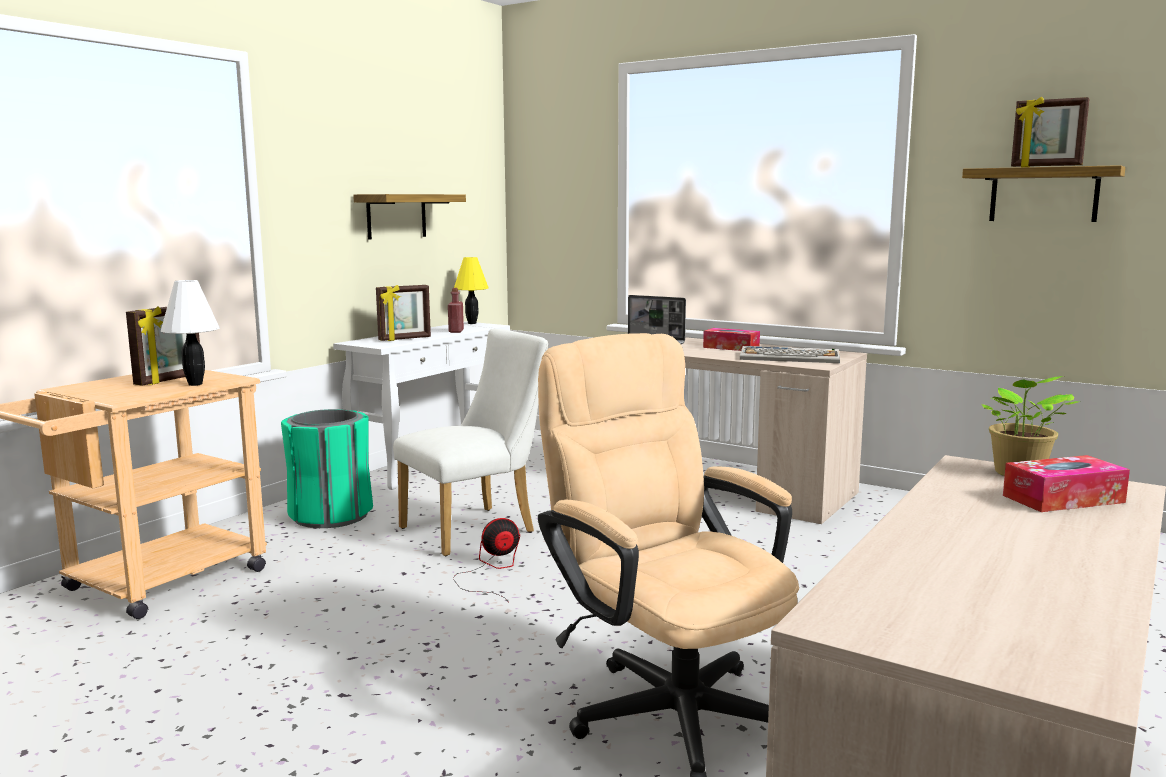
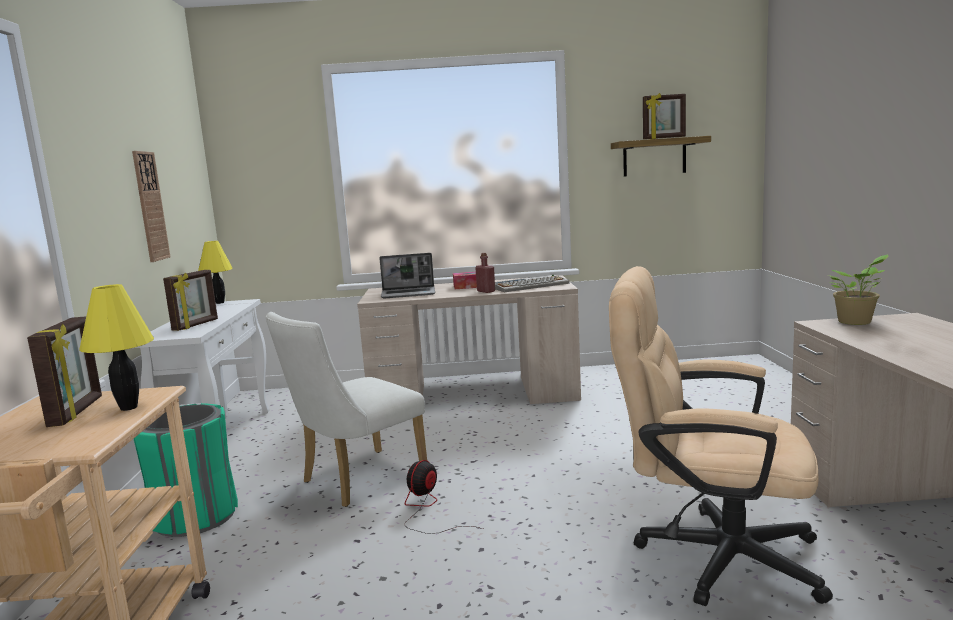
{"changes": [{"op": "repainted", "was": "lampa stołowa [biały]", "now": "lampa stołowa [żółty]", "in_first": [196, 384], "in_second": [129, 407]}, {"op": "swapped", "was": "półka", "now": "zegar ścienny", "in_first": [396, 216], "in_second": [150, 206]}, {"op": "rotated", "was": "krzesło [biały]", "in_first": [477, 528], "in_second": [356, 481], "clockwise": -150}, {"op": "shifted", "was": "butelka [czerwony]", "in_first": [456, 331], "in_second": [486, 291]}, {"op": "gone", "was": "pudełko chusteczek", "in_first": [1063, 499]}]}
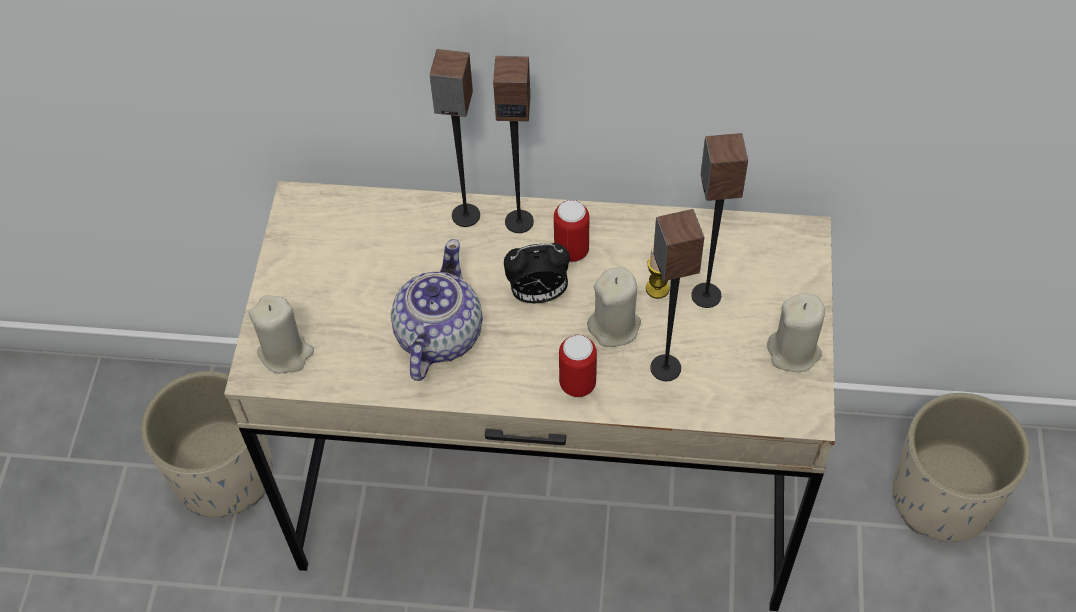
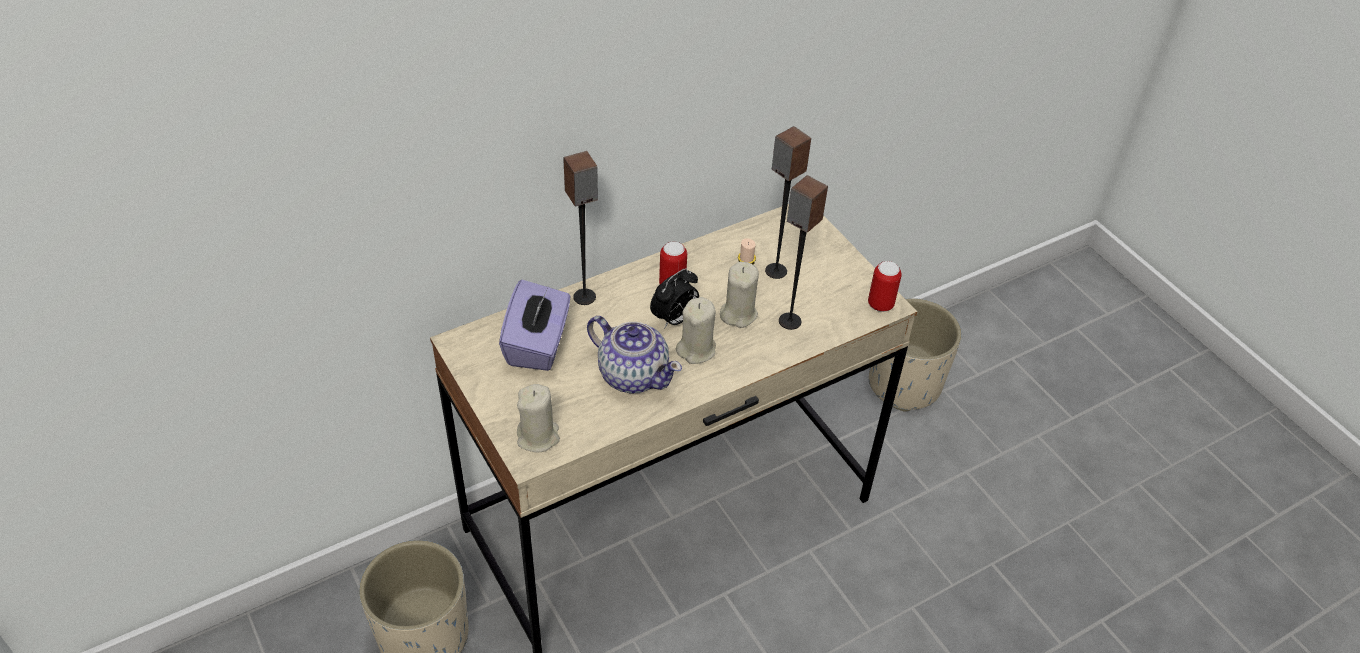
{"changes": [{"op": "rotated", "was": "imbryk", "in_first": [438, 336], "in_second": [633, 374], "clockwise": 150}, {"op": "gone", "was": "głośnik", "in_first": [519, 221]}, {"op": "shifted", "was": "puszka", "in_first": [577, 384], "in_second": [880, 304]}, {"op": "shifted", "was": "świeca [beżowy]", "in_first": [794, 351], "in_second": [696, 349]}, {"op": "new", "now": "pudełko chusteczek [fioletowy]", "in_second": [538, 344]}]}
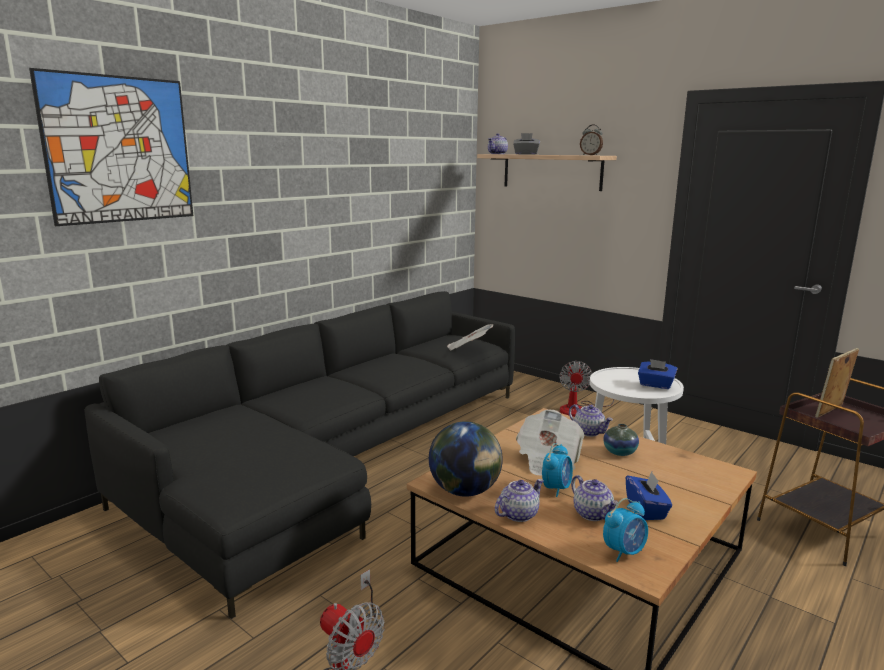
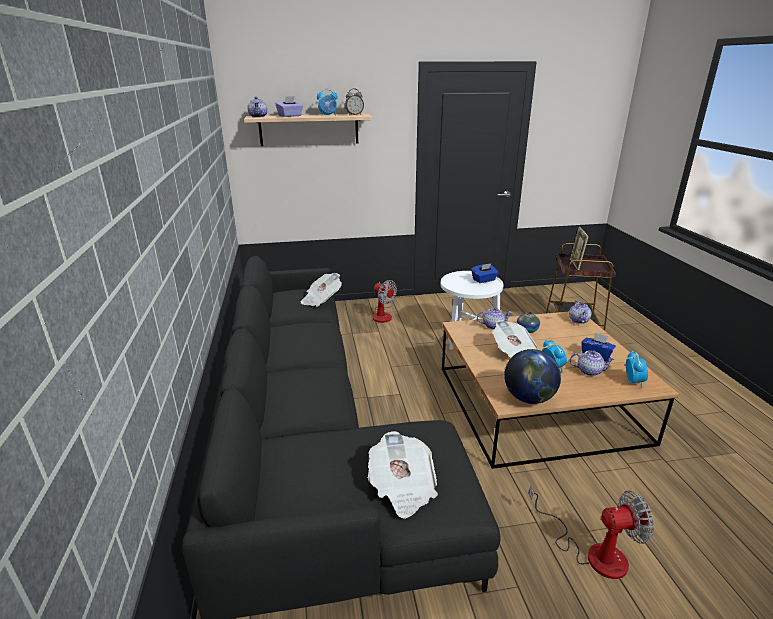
{"changes": [{"op": "gone", "was": "obraz", "in_first": [119, 150]}, {"op": "shifted", "was": "imbryk", "in_first": [518, 514], "in_second": [578, 320]}, {"op": "repainted", "was": "pudełko chusteczek [szary]", "now": "pudełko chusteczek [fioletowy]", "in_first": [526, 154], "in_second": [290, 116]}, {"op": "new", "now": "budzik", "in_second": [328, 115]}, {"op": "new", "now": "gazeta", "in_second": [402, 488]}]}
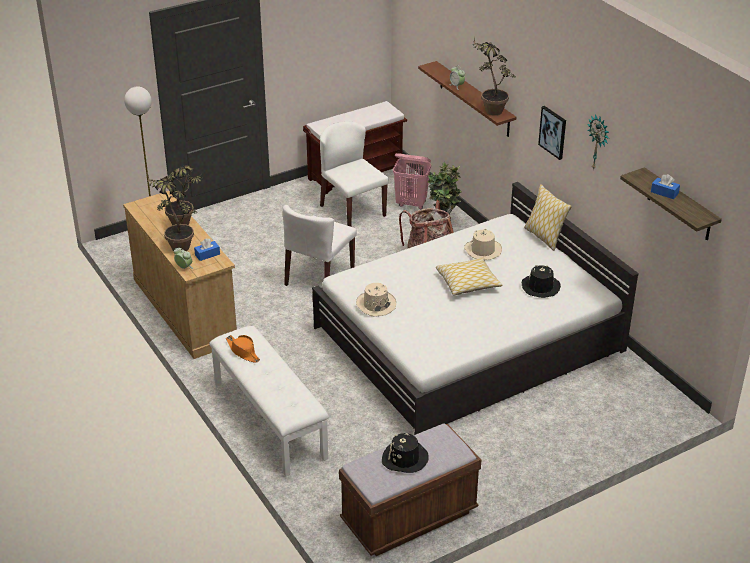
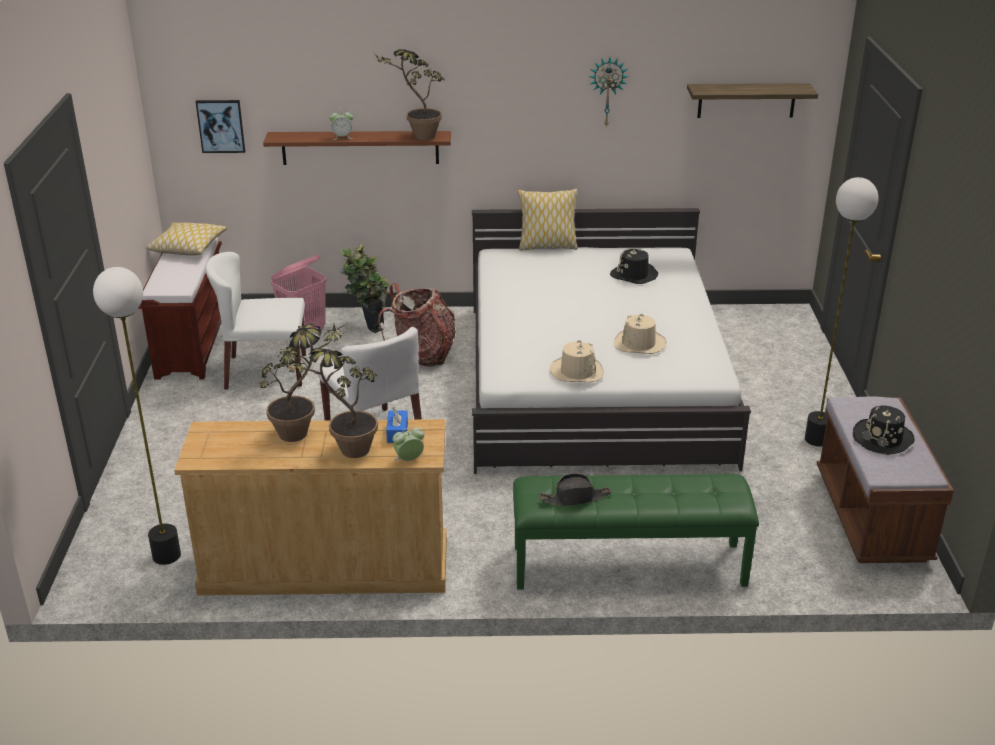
{"changes": [{"op": "repainted", "was": "ławka [biały]", "now": "ławka [zielony]", "in_first": [268, 420], "in_second": [628, 566]}, {"op": "repainted", "was": "kapelusz [pomarańczowy]", "now": "kapelusz [czarny]", "in_first": [243, 352], "in_second": [575, 498]}, {"op": "shifted", "was": "poduszka", "in_first": [468, 283], "in_second": [188, 247]}, {"op": "shifted", "was": "kapelusz [beżowy]", "in_first": [482, 250], "in_second": [639, 344]}, {"op": "shifted", "was": "obraz", "in_first": [553, 132], "in_second": [221, 126]}, {"op": "gone", "was": "pudełko chusteczek [niebieski]", "in_first": [664, 192]}, {"op": "new", "now": "lampa stojąca", "in_second": [817, 439]}]}
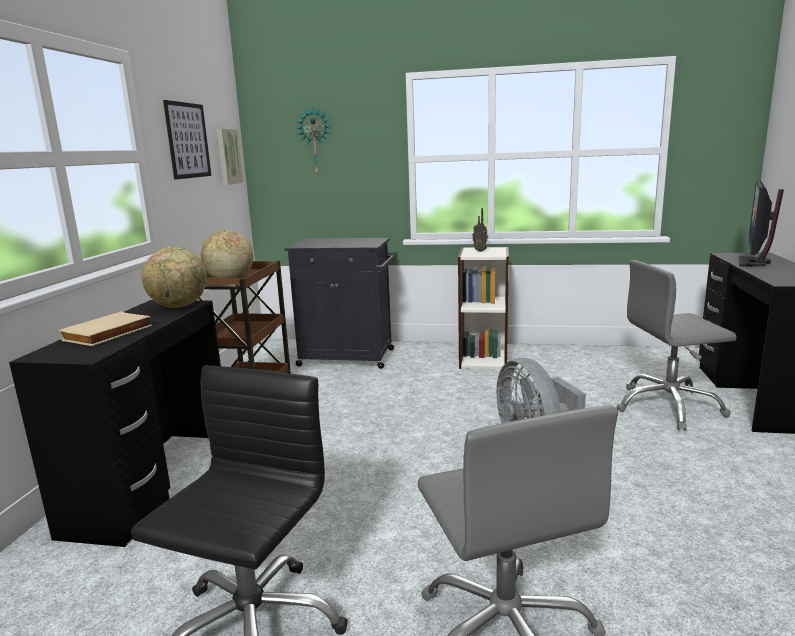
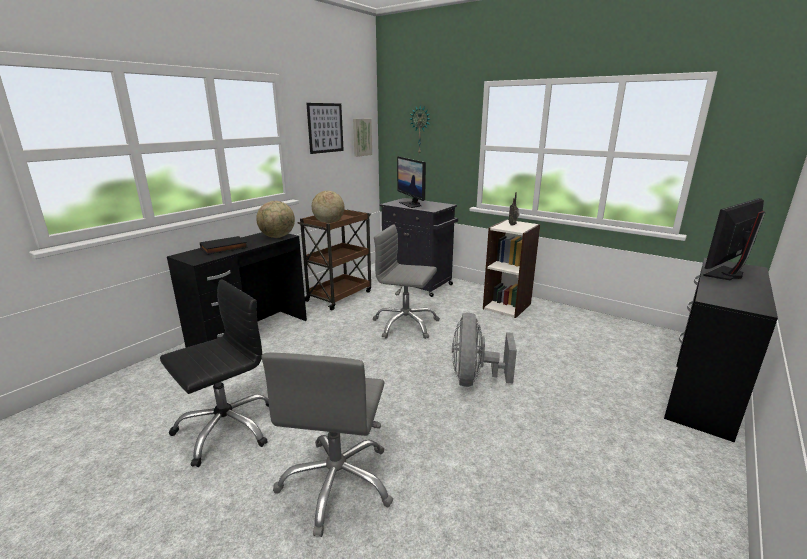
{"changes": [{"op": "repainted", "was": "książka [beżowy]", "now": "książka [czarny]", "in_first": [108, 333], "in_second": [224, 248]}, {"op": "shifted", "was": "krzesło biurowe [szary]", "in_first": [668, 407], "in_second": [405, 325]}, {"op": "new", "now": "monitor", "in_second": [412, 204]}]}
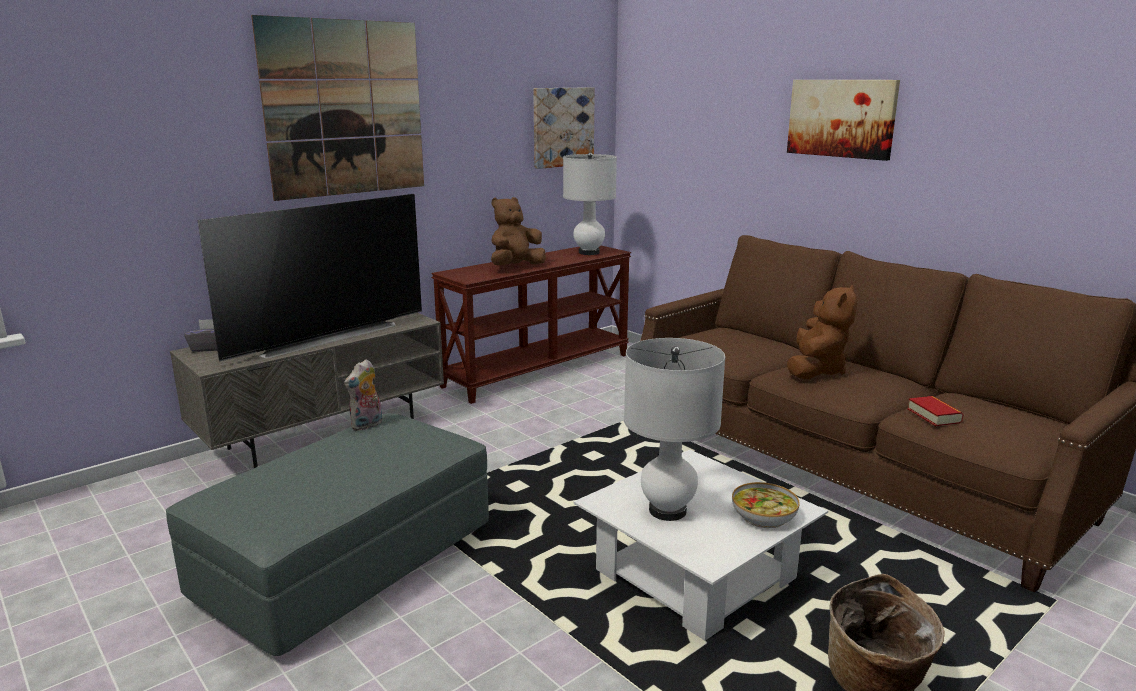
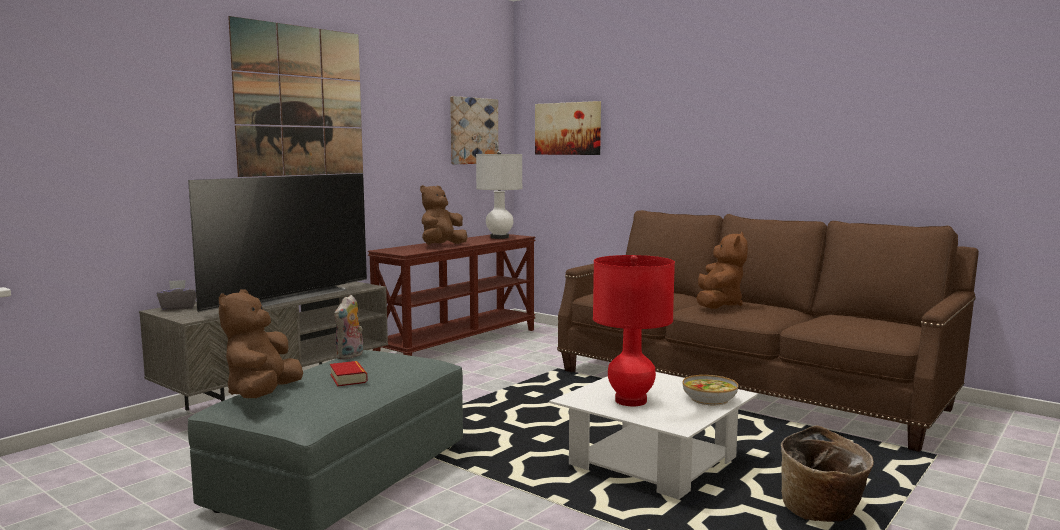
{"changes": [{"op": "repainted", "was": "lampa stołowa [biały]", "now": "lampa stołowa [czerwony]", "in_first": [667, 511], "in_second": [630, 401]}, {"op": "shifted", "was": "obraz", "in_first": [841, 118], "in_second": [568, 128]}, {"op": "shifted", "was": "książka", "in_first": [934, 416], "in_second": [348, 378]}, {"op": "new", "now": "pluszak [brązowy]", "in_second": [262, 394]}]}
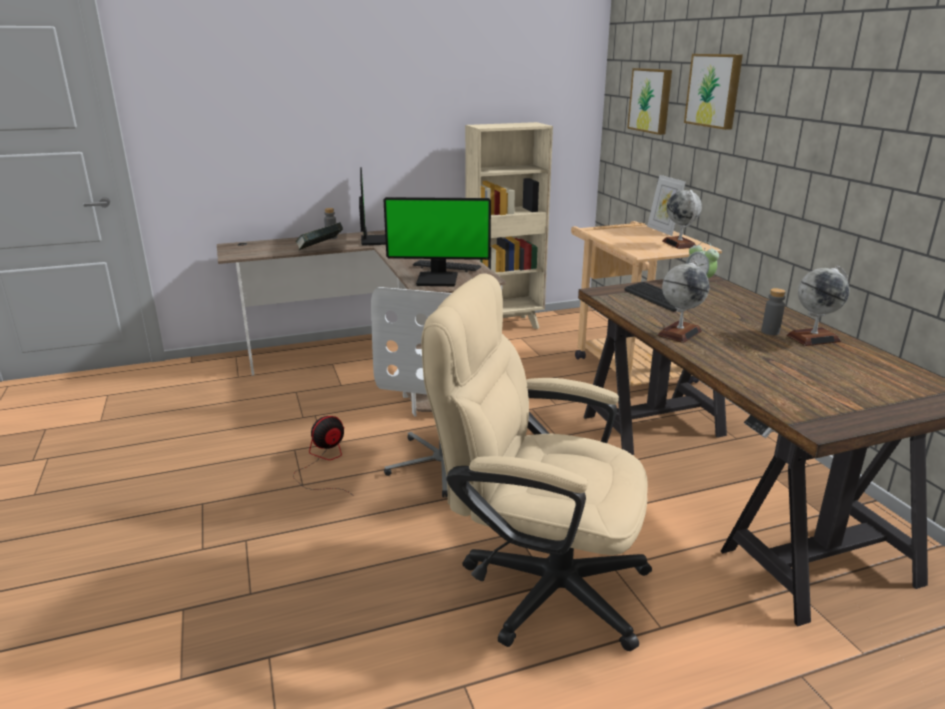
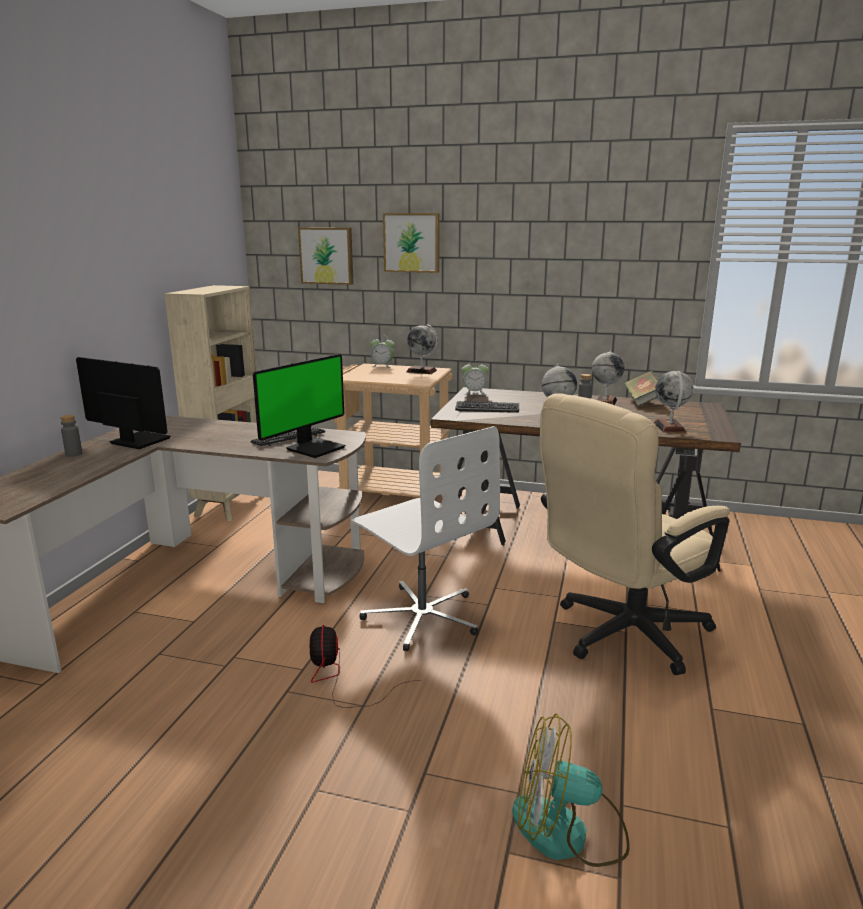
{"changes": [{"op": "shifted", "was": "książka", "in_first": [320, 249], "in_second": [643, 402]}, {"op": "swapped", "was": "ramka na zdjęcie", "now": "budzik", "in_first": [662, 230], "in_second": [382, 366]}, {"op": "new", "now": "wentylator", "in_second": [568, 831]}, {"op": "new", "now": "globus", "in_second": [669, 427]}]}
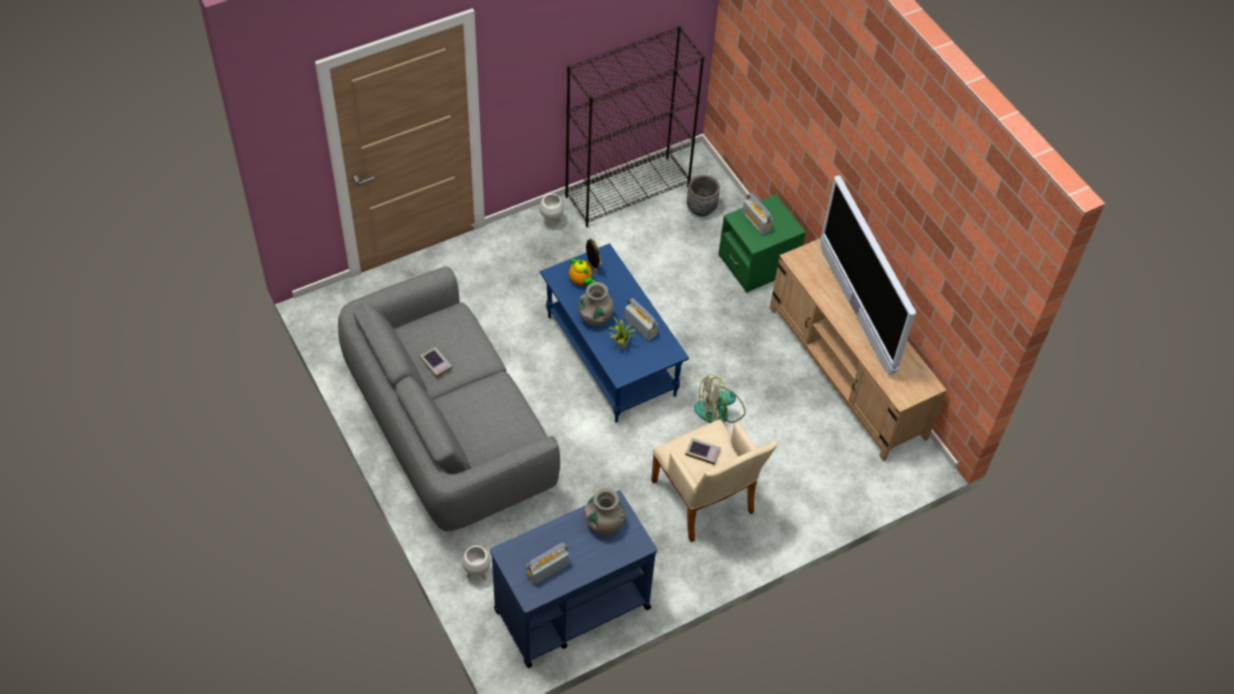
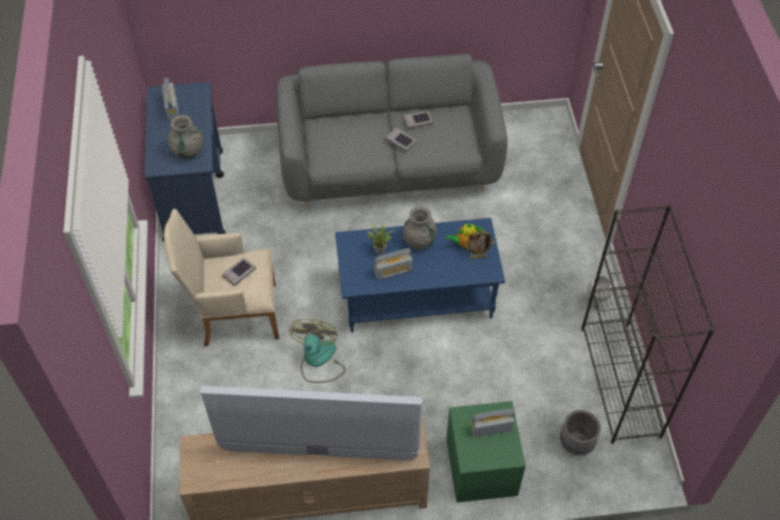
{"changes": [{"op": "gone", "was": "donica [biały]", "in_first": [477, 573]}, {"op": "new", "now": "książka", "in_second": [401, 141]}]}
